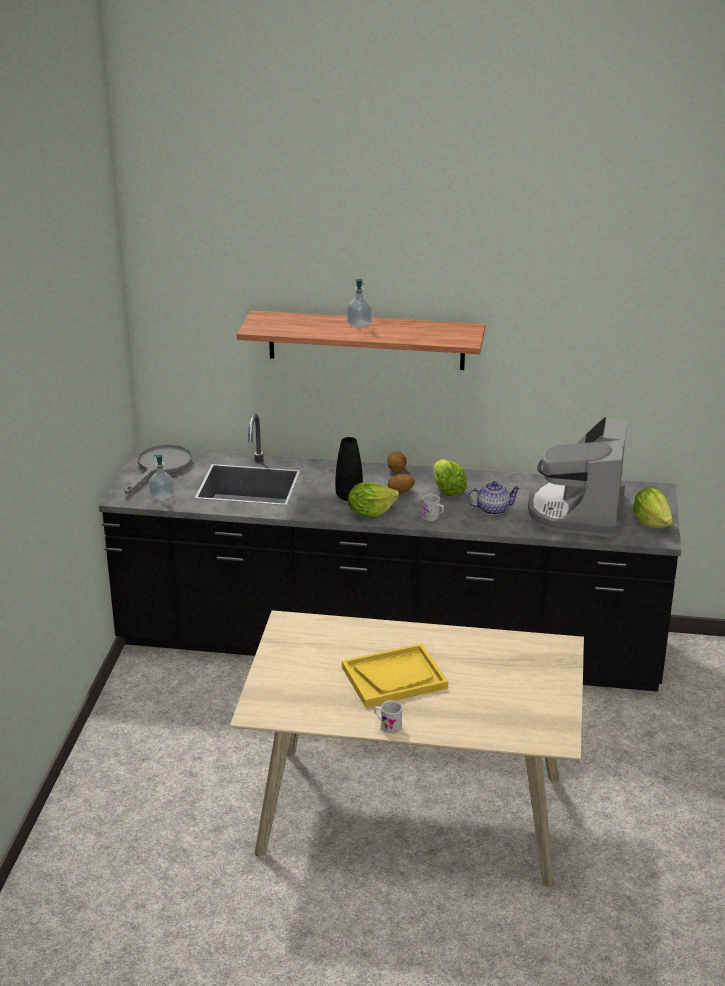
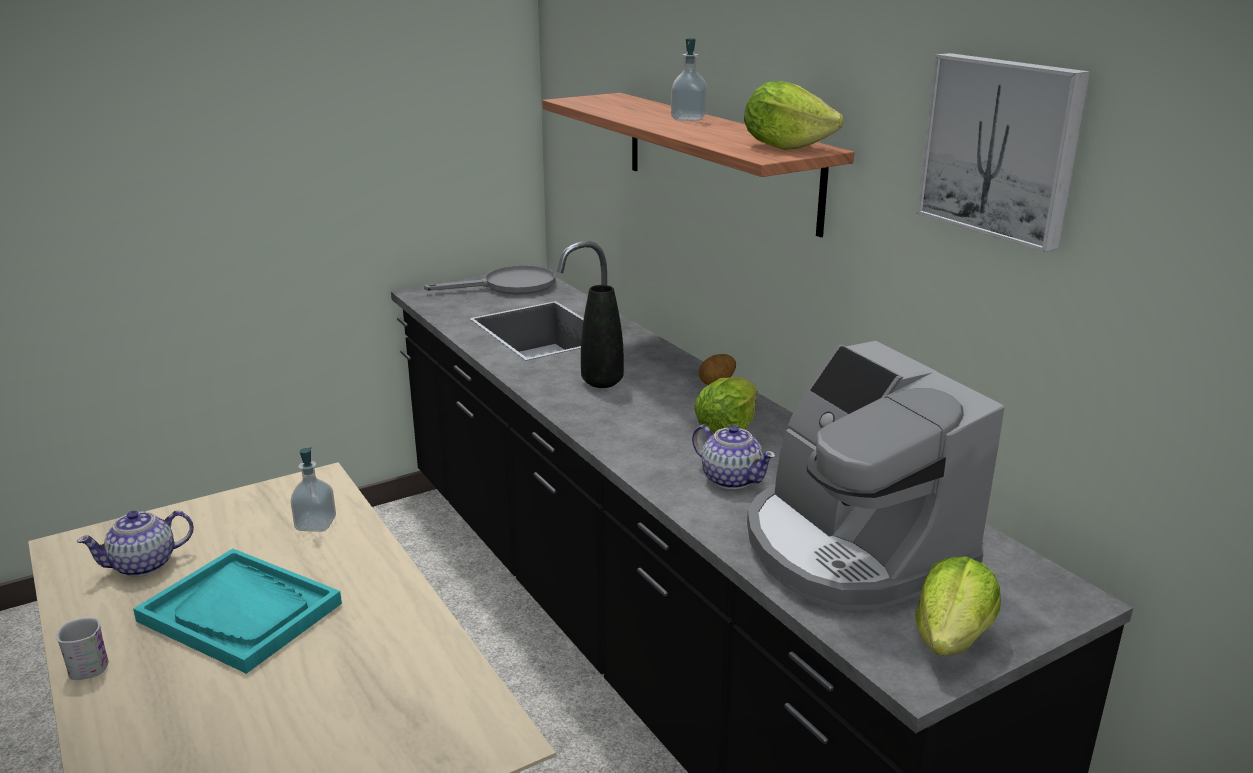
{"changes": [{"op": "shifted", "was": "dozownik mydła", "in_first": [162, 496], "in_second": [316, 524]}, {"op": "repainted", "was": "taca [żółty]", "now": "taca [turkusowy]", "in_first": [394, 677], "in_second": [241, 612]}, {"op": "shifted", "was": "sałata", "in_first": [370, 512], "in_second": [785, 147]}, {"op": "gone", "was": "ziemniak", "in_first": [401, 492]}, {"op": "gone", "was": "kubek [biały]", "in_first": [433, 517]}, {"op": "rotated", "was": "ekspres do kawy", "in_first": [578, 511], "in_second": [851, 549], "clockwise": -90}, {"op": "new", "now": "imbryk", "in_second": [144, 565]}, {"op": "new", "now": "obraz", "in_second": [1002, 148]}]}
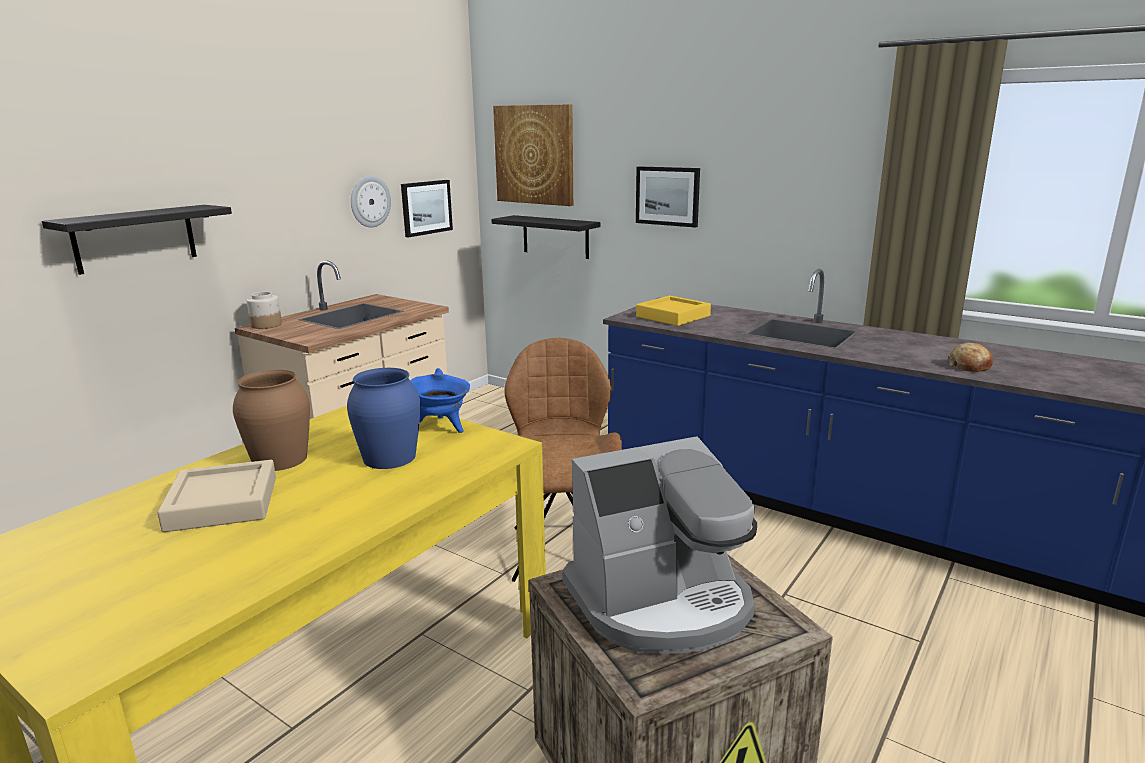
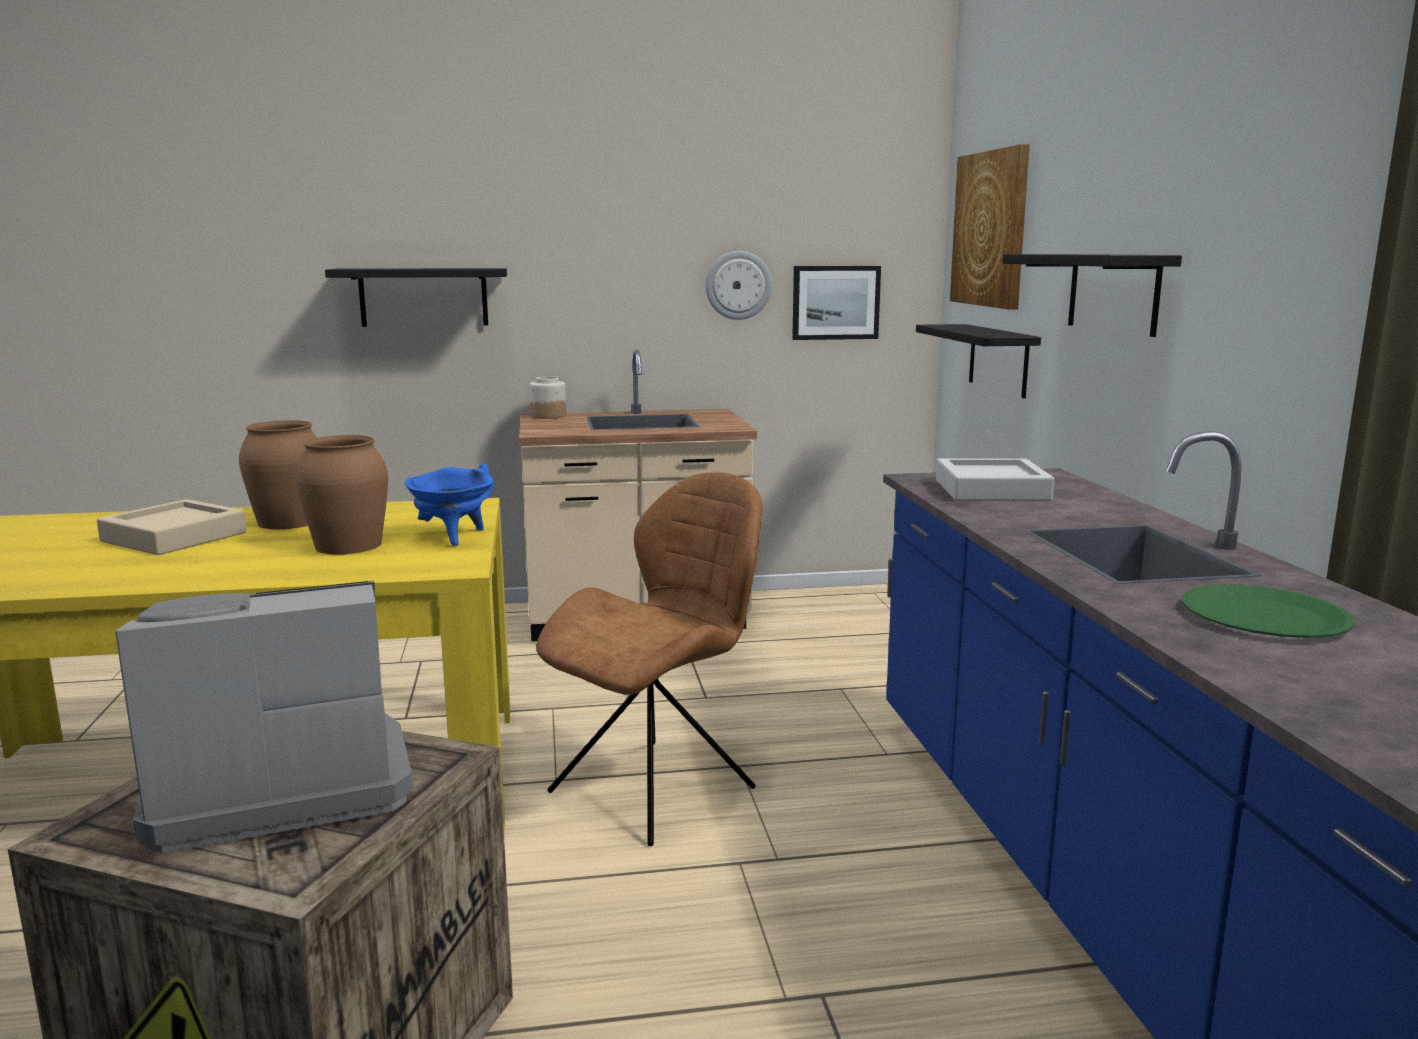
{"changes": [{"op": "repainted", "was": "wazon [niebieski]", "now": "wazon [brązowy]", "in_first": [389, 458], "in_second": [347, 545]}, {"op": "rotated", "was": "ekspres do kawy", "in_first": [661, 602], "in_second": [278, 784], "clockwise": 135}, {"op": "swapped", "was": "obraz", "now": "półka [czarny]", "in_first": [667, 196], "in_second": [1113, 292]}, {"op": "repainted", "was": "taca [żółty]", "now": "taca [szary]", "in_first": [673, 316], "in_second": [991, 490]}, {"op": "gone", "was": "chleb", "in_first": [969, 366]}, {"op": "new", "now": "talerz [zielony]", "in_second": [1264, 616]}]}
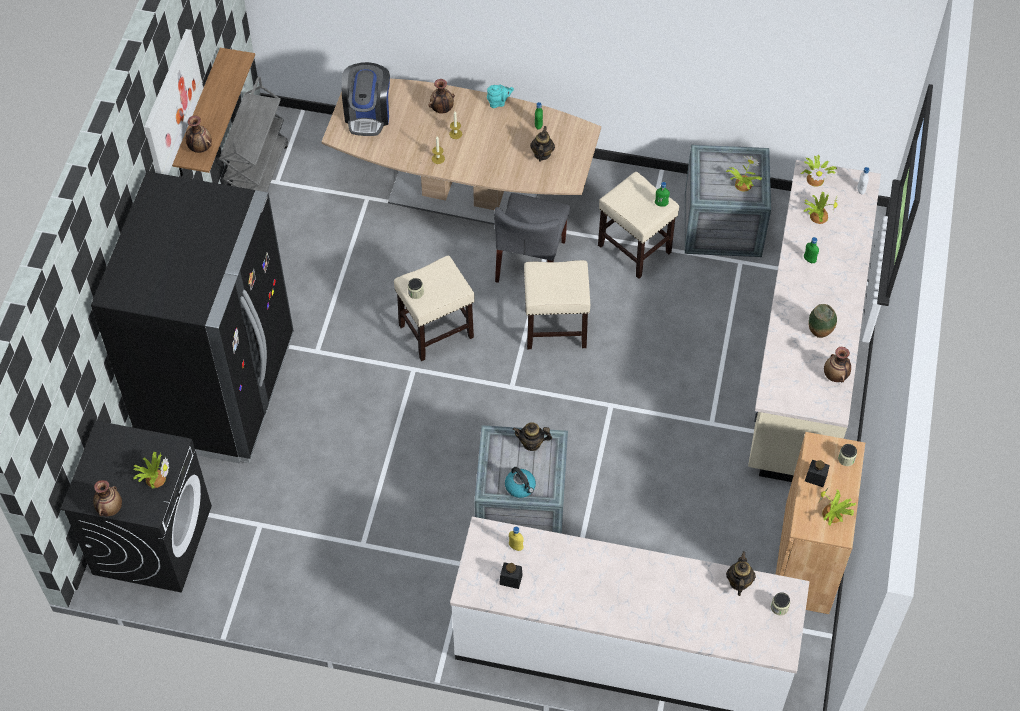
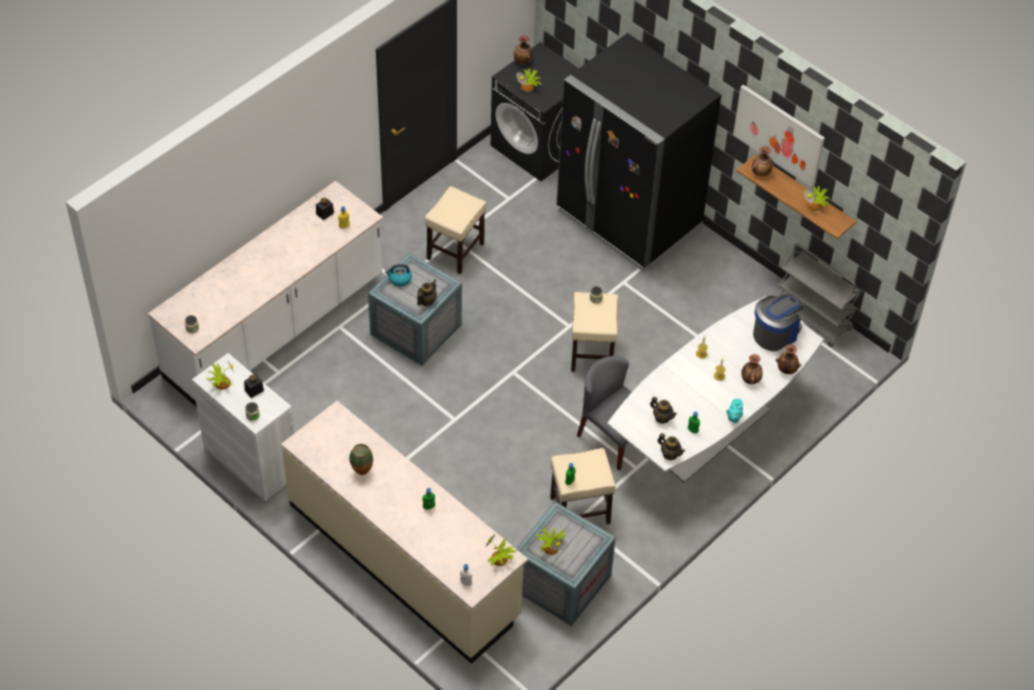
{"changes": [{"op": "repainted", "was": "stół jadalny [brązowy]", "now": "stół jadalny [biały]", "in_first": [463, 194], "in_second": [709, 430]}, {"op": "rotated", "was": "ekspres do kawy", "in_first": [368, 114], "in_second": [775, 333], "clockwise": 105}, {"op": "shifted", "was": "stołek [beżowy]", "in_first": [554, 328], "in_second": [455, 251]}, {"op": "shifted", "was": "imbryk", "in_first": [738, 582], "in_second": [670, 454]}, {"op": "repainted", "was": "szafka [brązowy]", "now": "szafka [biały]", "in_first": [807, 557], "in_second": [251, 461]}, {"op": "shifted", "was": "roślina doniczkowa", "in_first": [818, 215], "in_second": [815, 205]}, {"op": "shifted", "was": "wazon", "in_first": [835, 376], "in_second": [786, 370]}]}
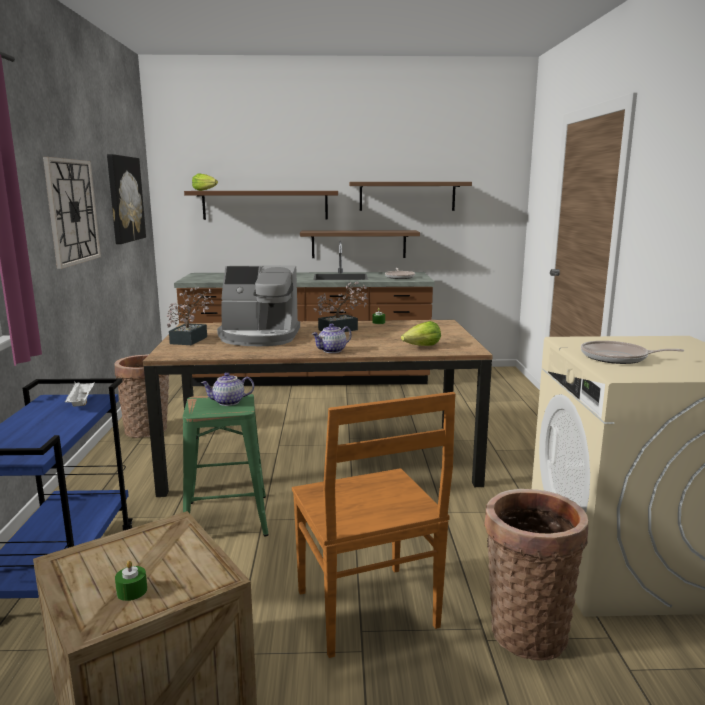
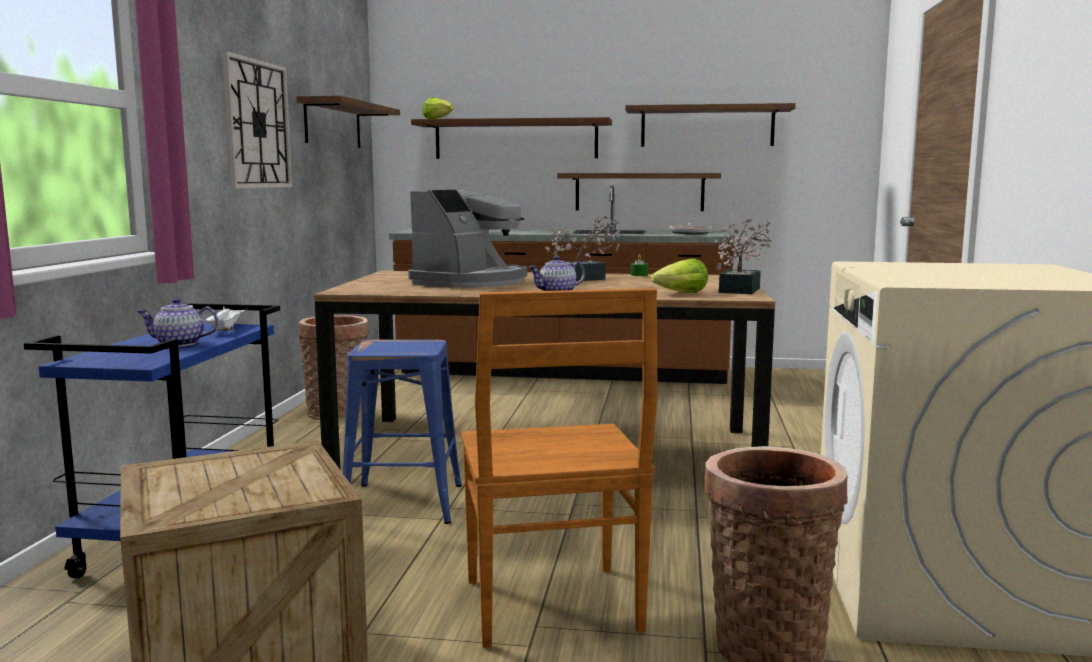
{"changes": [{"op": "swapped", "was": "obraz", "now": "półka", "in_first": [124, 199], "in_second": [333, 124]}, {"op": "gone", "was": "świeca [zielony]", "in_first": [132, 591]}, {"op": "shifted", "was": "roślina doniczkowa", "in_first": [191, 339], "in_second": [741, 289]}, {"op": "repainted", "was": "stołek [zielony]", "now": "stołek [niebieski]", "in_first": [226, 518], "in_second": [403, 503]}, {"op": "shifted", "was": "imbryk", "in_first": [228, 402], "in_second": [179, 344]}, {"op": "rotated", "was": "ekspres do kawy", "in_first": [259, 337], "in_second": [471, 282], "clockwise": -75}, {"op": "gone", "was": "patelnia", "in_first": [617, 358]}]}
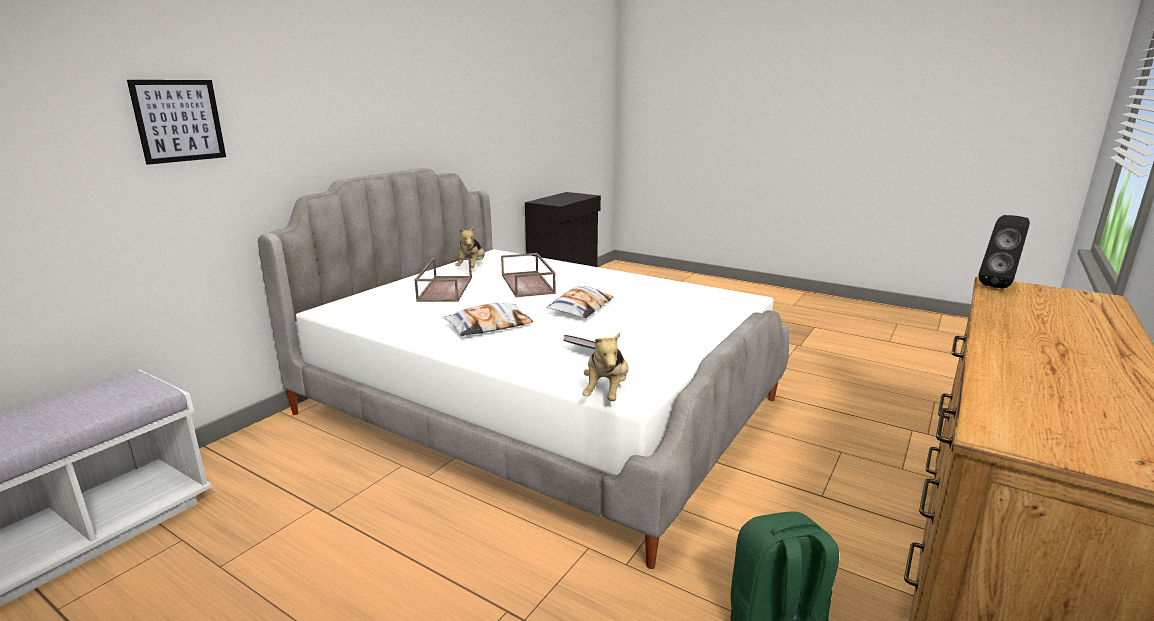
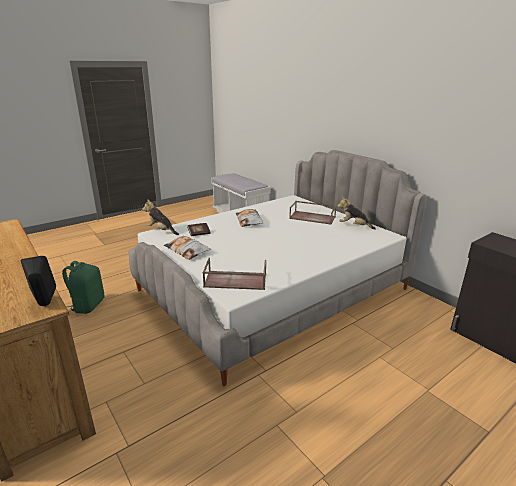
{"changes": [{"op": "gone", "was": "obraz", "in_first": [179, 121]}, {"op": "shifted", "was": "taca [brązowy]", "in_first": [528, 284], "in_second": [235, 281]}, {"op": "shifted", "was": "poduszka", "in_first": [580, 308], "in_second": [187, 250]}]}
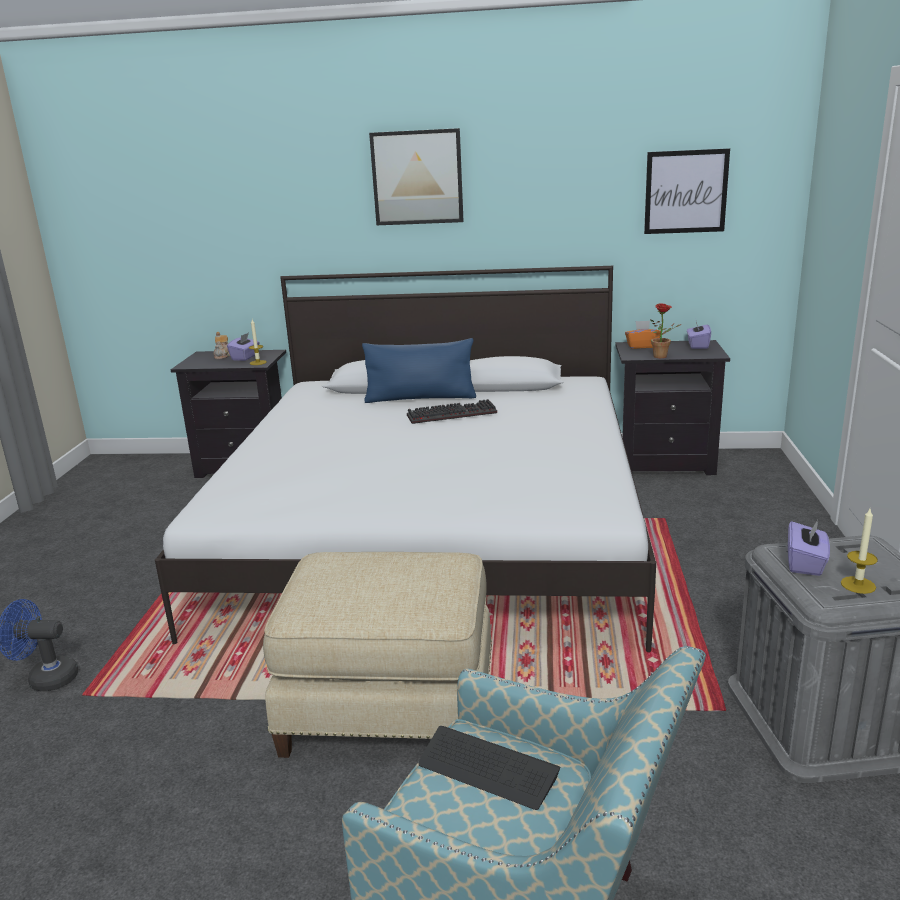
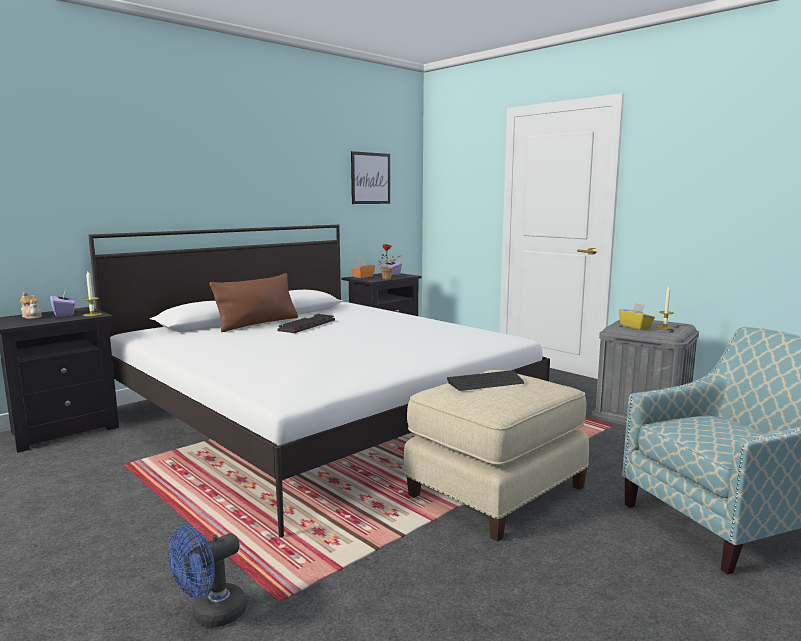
{"changes": [{"op": "repainted", "was": "poduszka [niebieski]", "now": "poduszka [brązowy]", "in_first": [420, 398], "in_second": [258, 324]}, {"op": "gone", "was": "obraz", "in_first": [417, 177]}, {"op": "shifted", "was": "klawiatura", "in_first": [487, 769], "in_second": [485, 382]}, {"op": "repainted", "was": "pudełko chusteczek [fioletowy]", "now": "pudełko chusteczek [żółty]", "in_first": [805, 563], "in_second": [635, 327]}]}
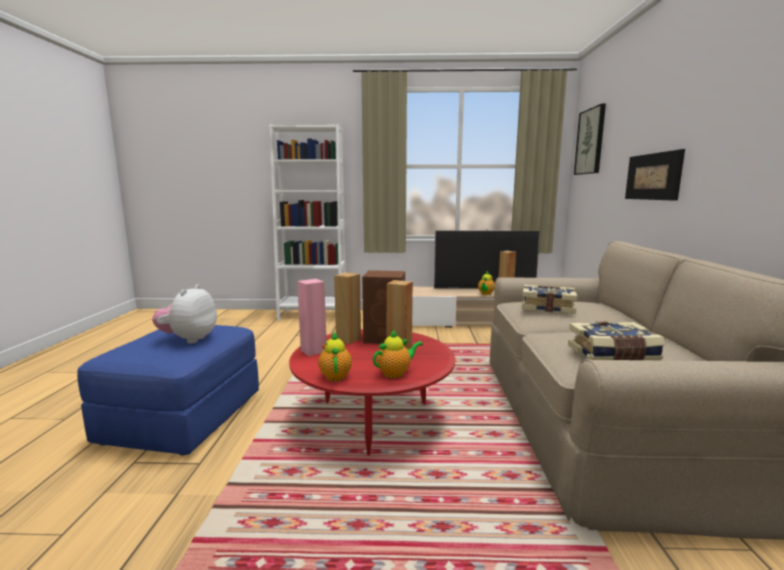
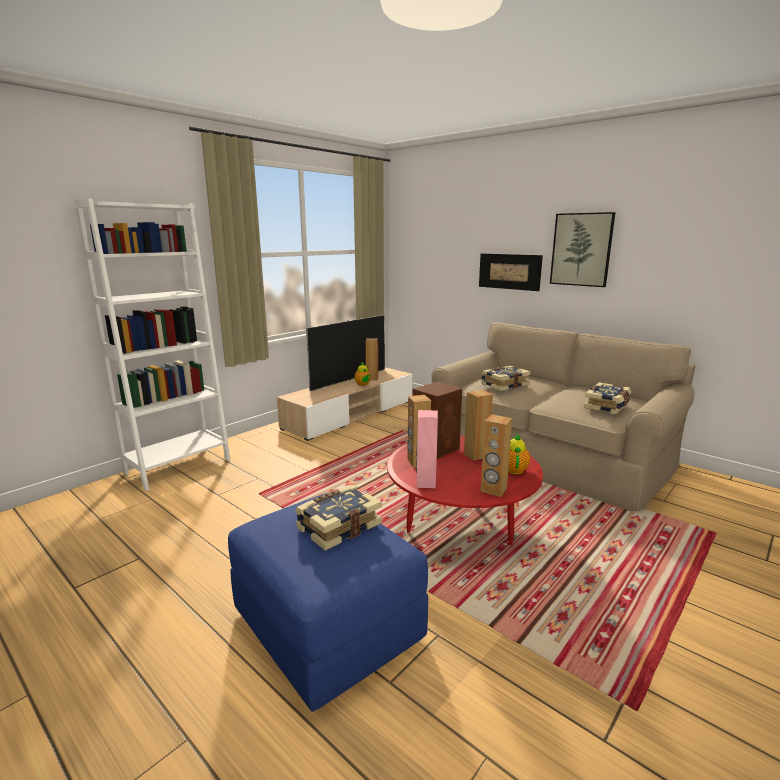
{"changes": [{"op": "swapped", "was": "pluszak", "now": "książka", "in_first": [189, 339], "in_second": [338, 526]}, {"op": "swapped", "was": "imbryk", "now": "głośnik [brązowy]", "in_first": [335, 375], "in_second": [493, 490]}, {"op": "shifted", "was": "obraz", "in_first": [590, 141], "in_second": [581, 249]}]}
